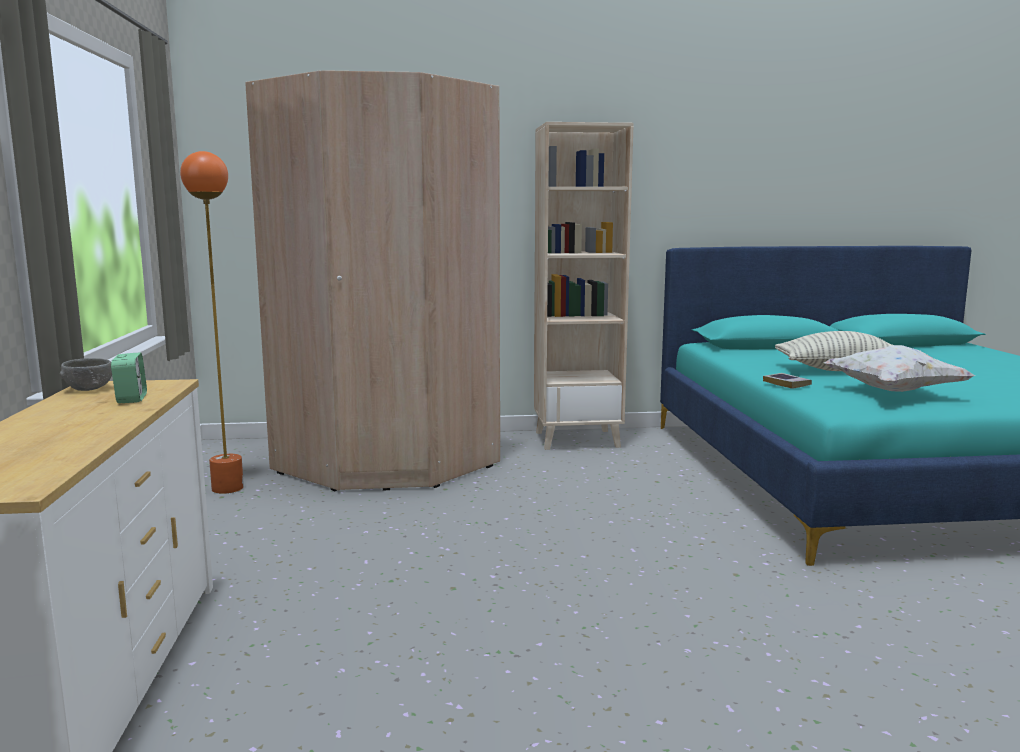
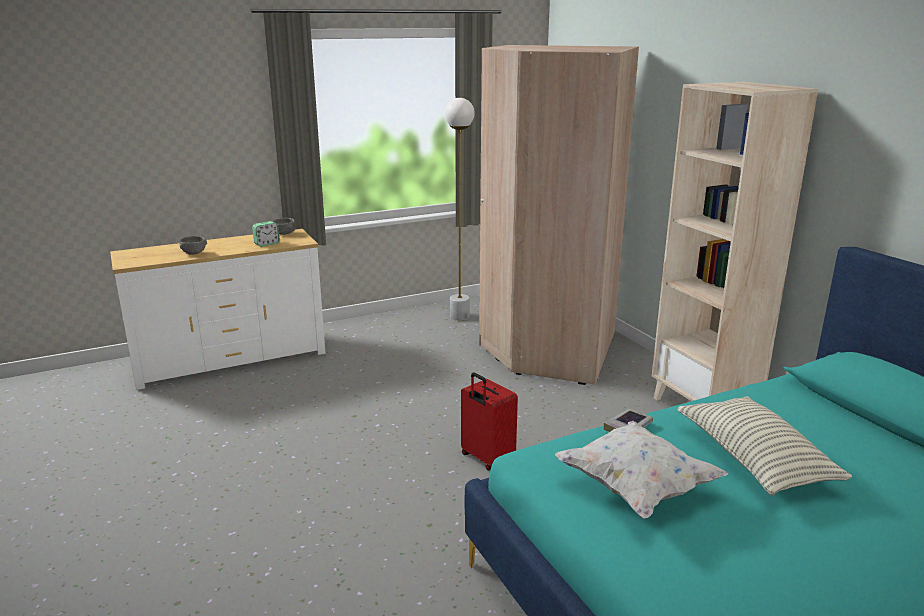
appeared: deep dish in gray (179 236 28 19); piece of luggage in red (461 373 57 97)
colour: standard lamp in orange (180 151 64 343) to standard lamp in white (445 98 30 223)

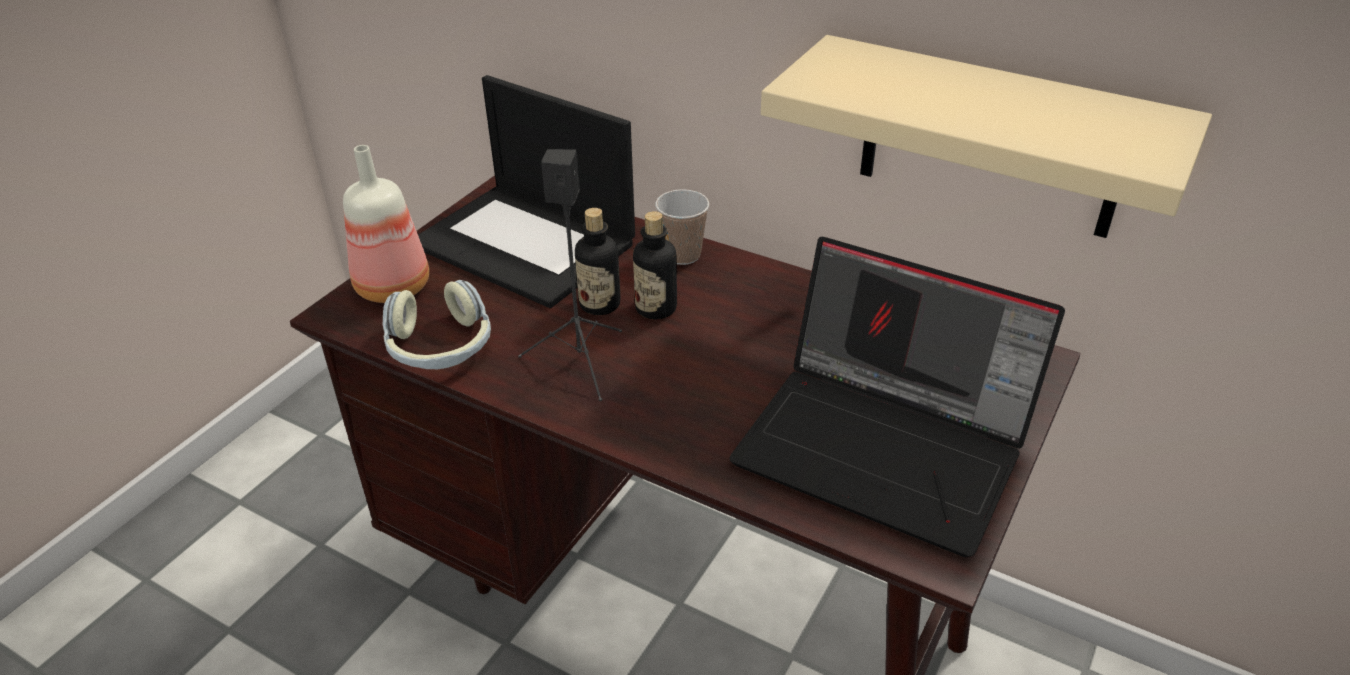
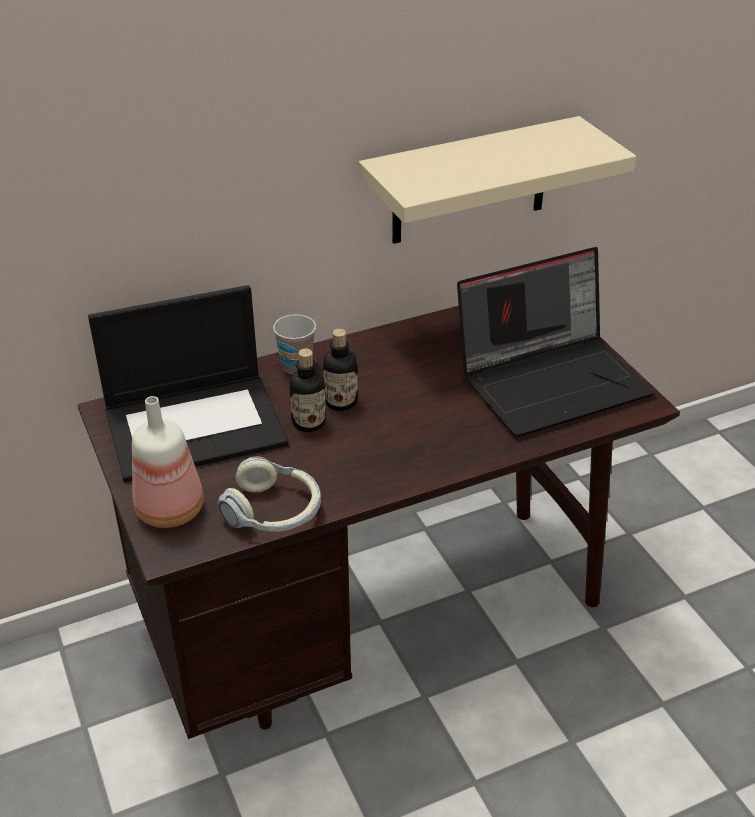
missing: speaker in black (518 149 104 252)

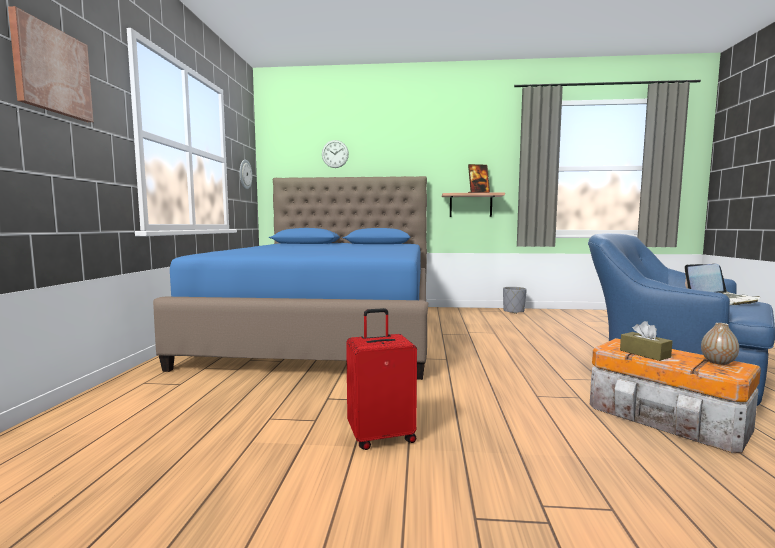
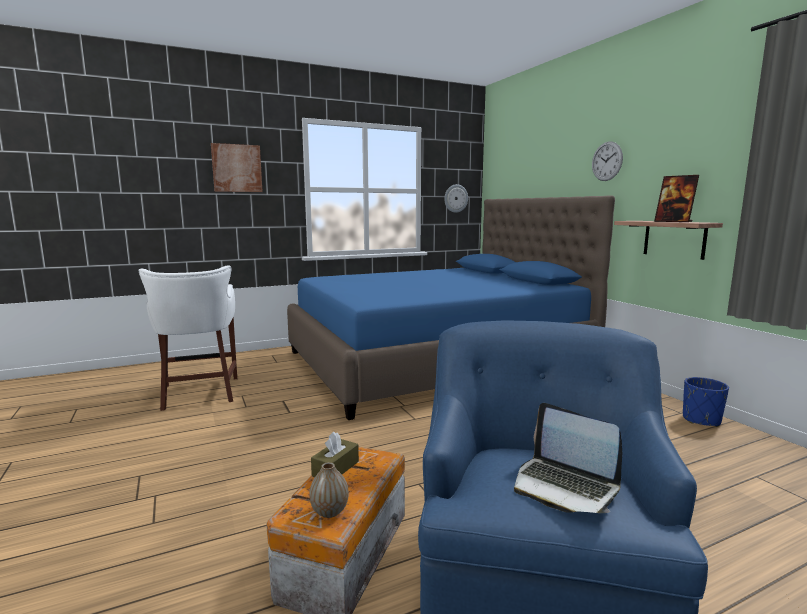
missing: piece of luggage in red (346 308 71 142)
appeared: stool seat in white (138 265 99 146)
relocated: wall clock (322 140 27 28) to (592 142 31 39)
colour: flower pot in gray (503 287 24 27) to flower pot in blue-coloured (683 377 46 50)

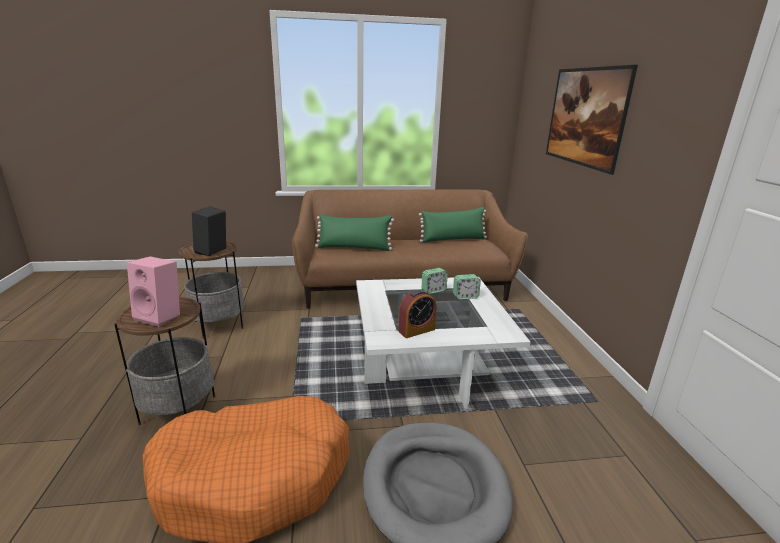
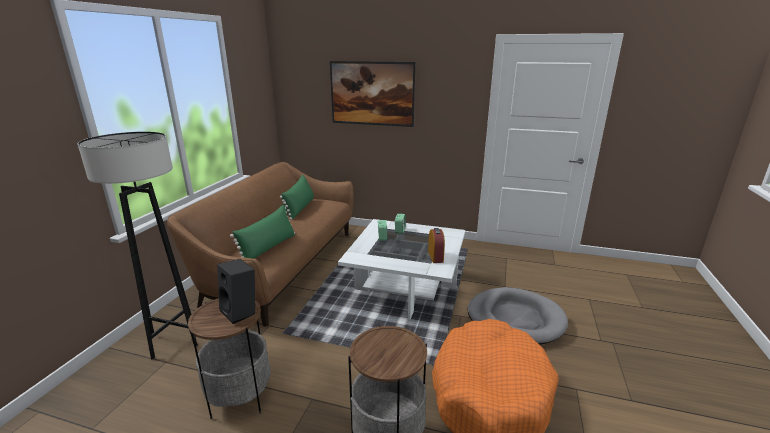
missing: speaker in pink (127 256 53 71)
appeared: standard lamp in gray (78 132 120 228)

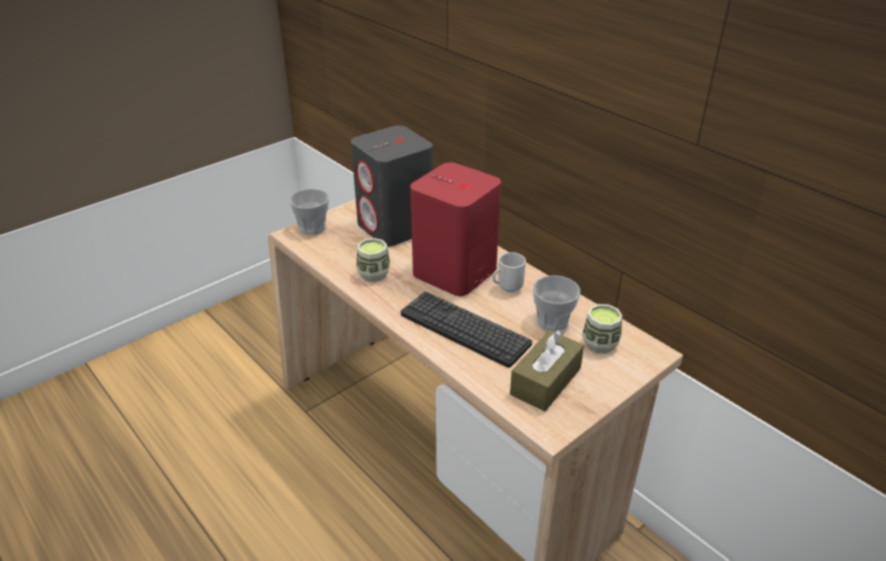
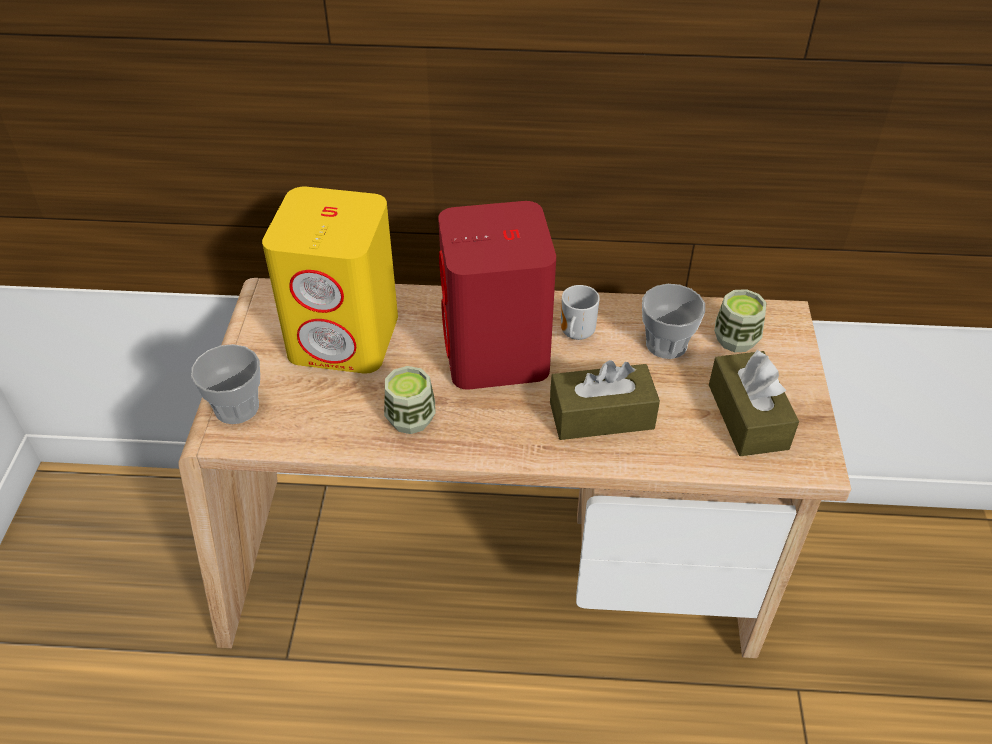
exchanged: computer keyboard (401 291 131 77) to tissue holder in brownish (550 360 110 80)
colour: speaker in gray (351 125 82 122) to speaker in yellowish (262 187 136 187)

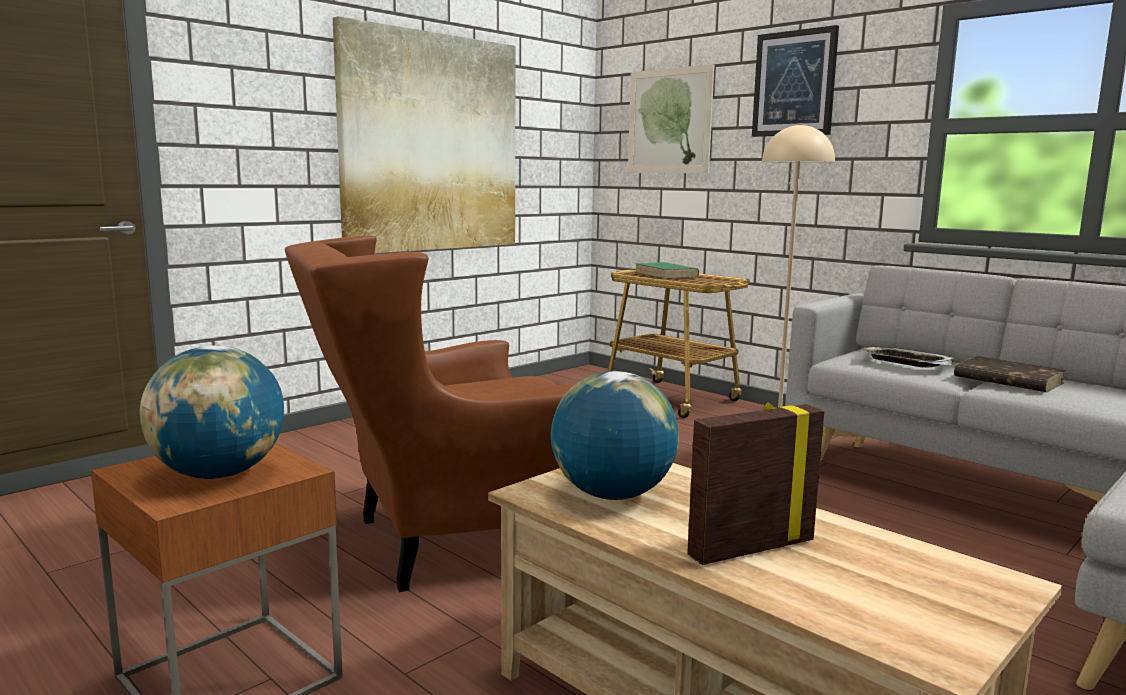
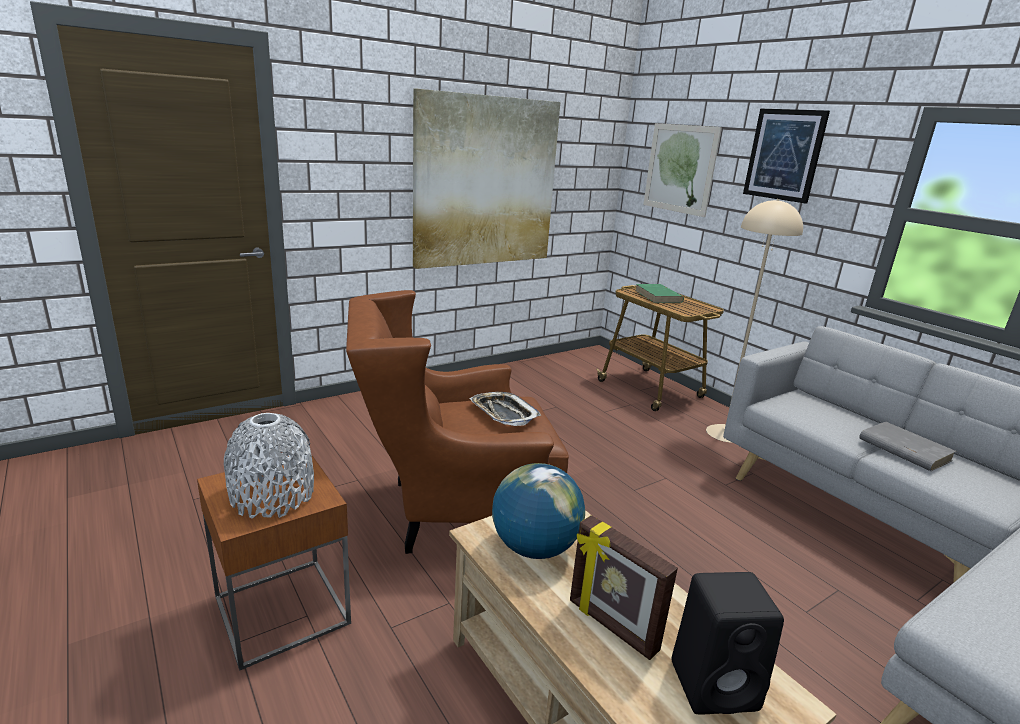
appeared: speaker in black (672 572 112 143)
relocated: serving tray (861 347 92 20) to (469 392 72 34)
exchanged: globe (139 345 145 134) to flower vase in gray (224 413 90 106)
colour: book in brownish (954 356 112 36) to book in gray (859 422 98 49)
spun: photo frame (687 402 137 163) = (570 515 108 145) 120 degrees counterclockwise

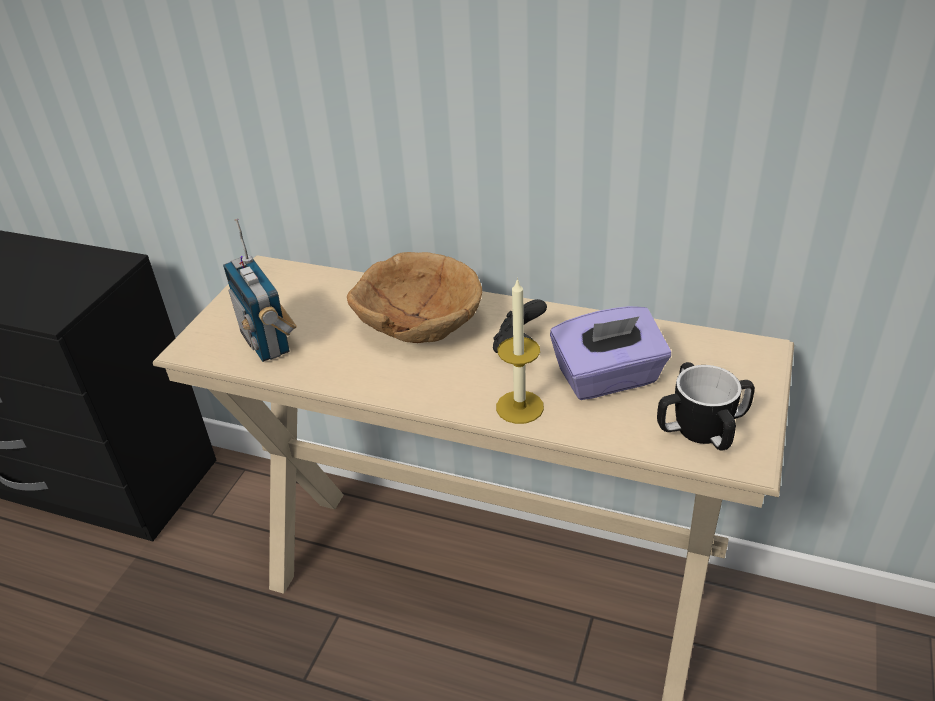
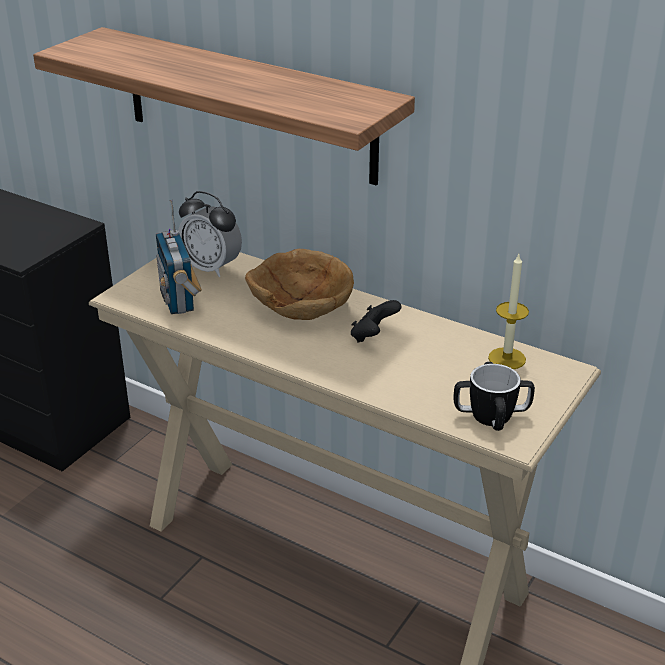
missing: tissue holder in purplish (550 306 121 94)
appeared: wall shelf (33 27 382 158); alarm clock (178 191 64 86)
relocated: candle (496 278 48 146) to (488 254 41 115)

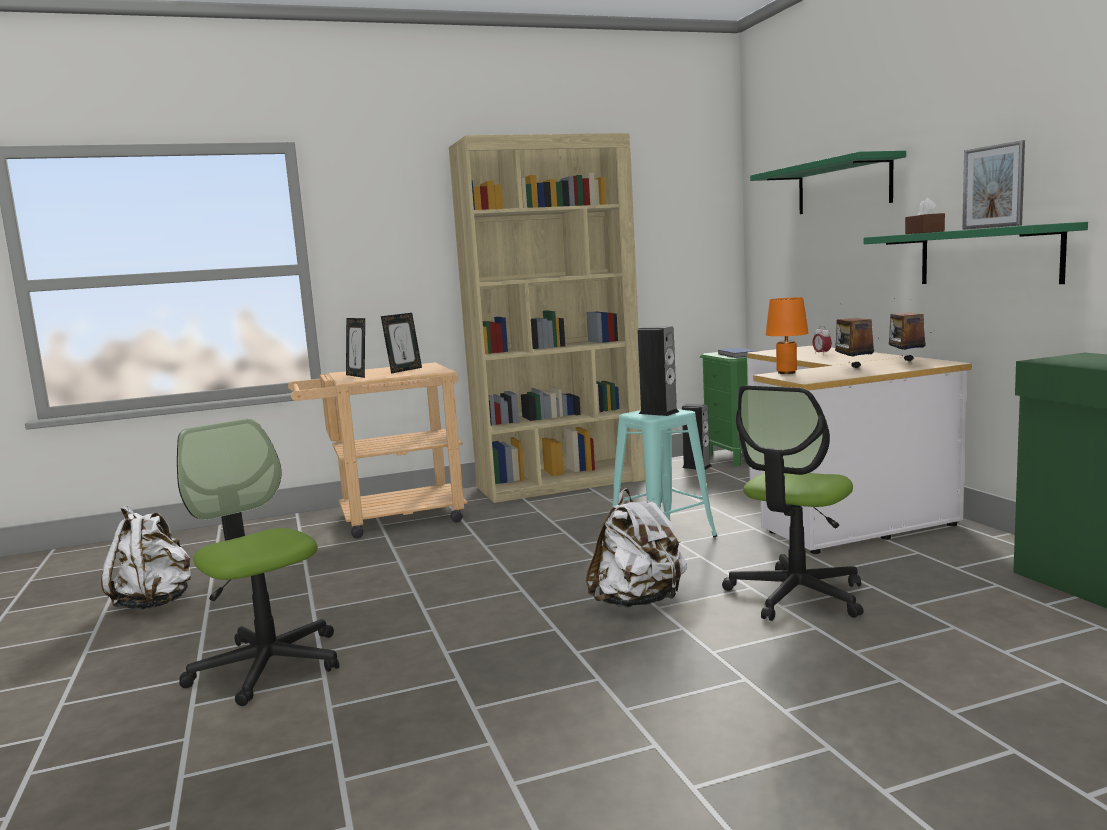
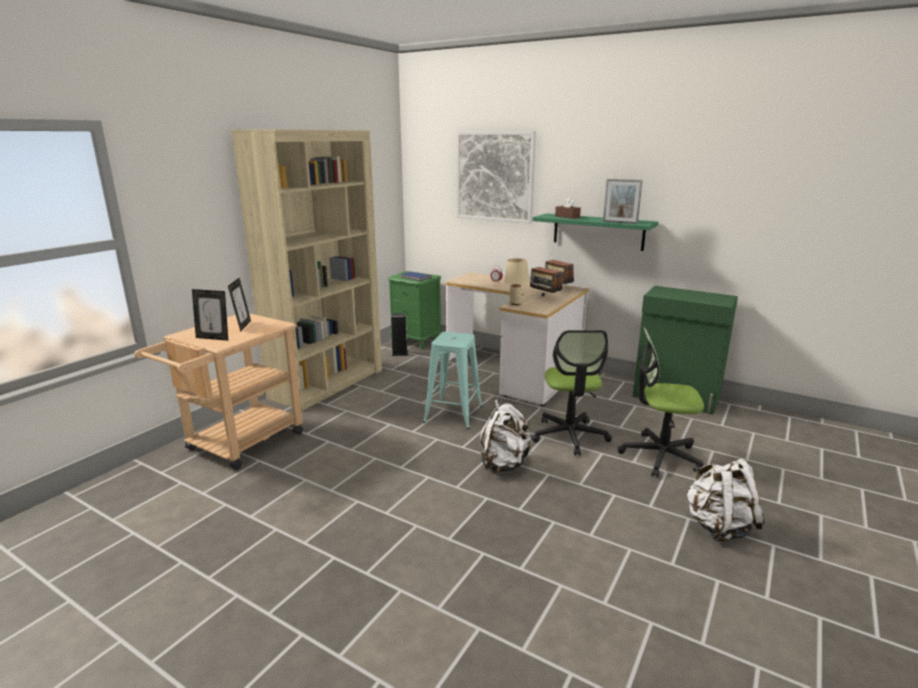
missing: speaker (638 326 41 90)
relocated: computer chair (177 419 162 287) to (618 327 86 151); knapsack in white (101 506 90 104) to (685 459 80 83)
exchanged: wall shelf in greenish (750 151 156 63) to wall picture (456 131 80 93)
colour: tabletop lamp in orange (766 298 43 76) to tabletop lamp in sand-coloured (504 258 25 47)

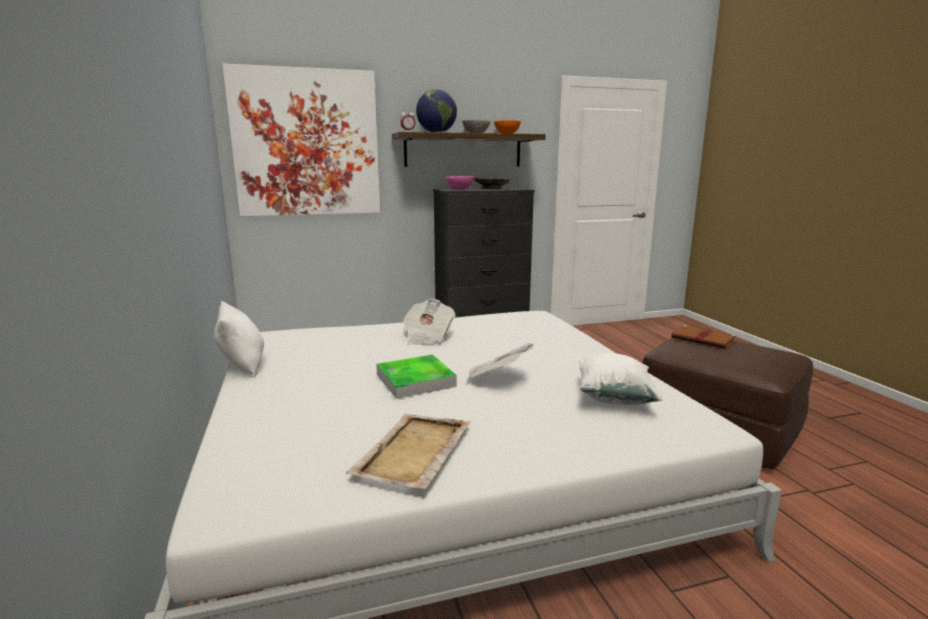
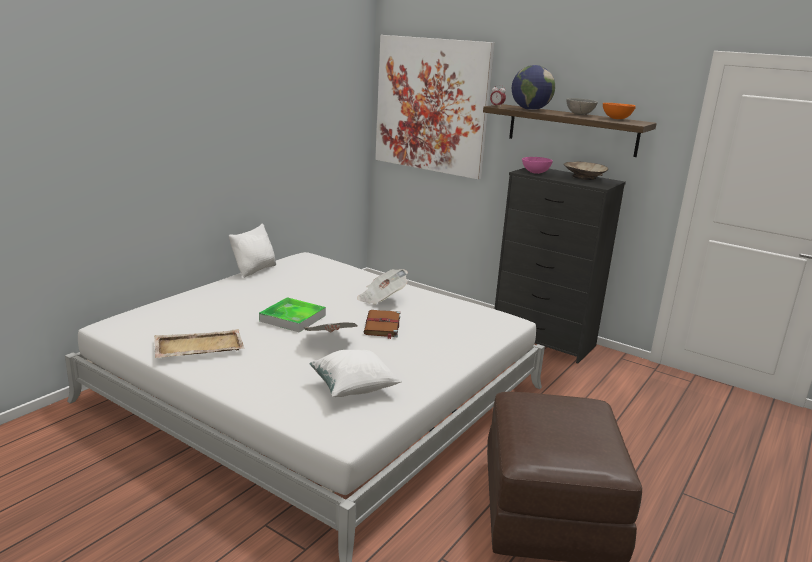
relocated: book in brownish (672 325 66 24) to (364 310 36 29)

